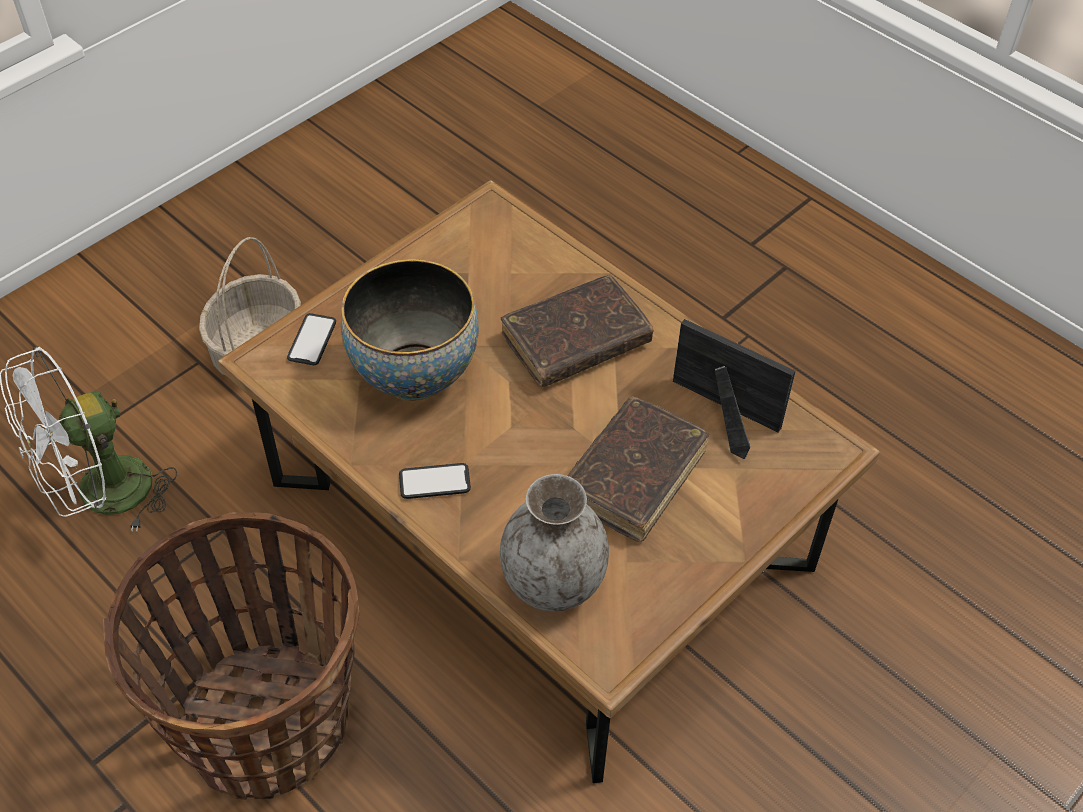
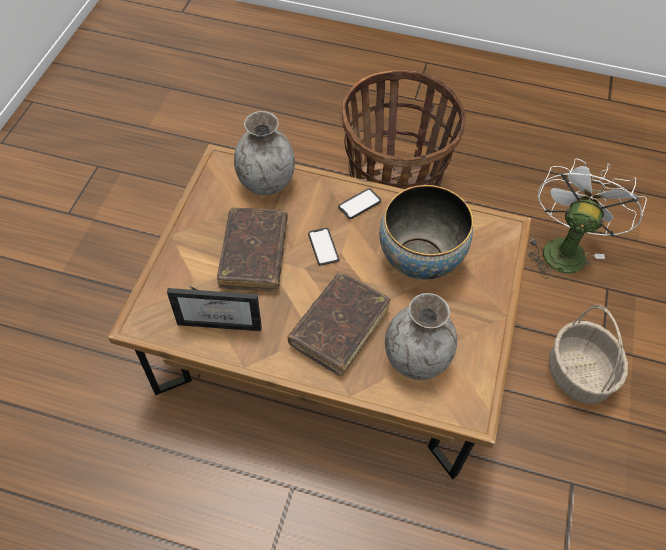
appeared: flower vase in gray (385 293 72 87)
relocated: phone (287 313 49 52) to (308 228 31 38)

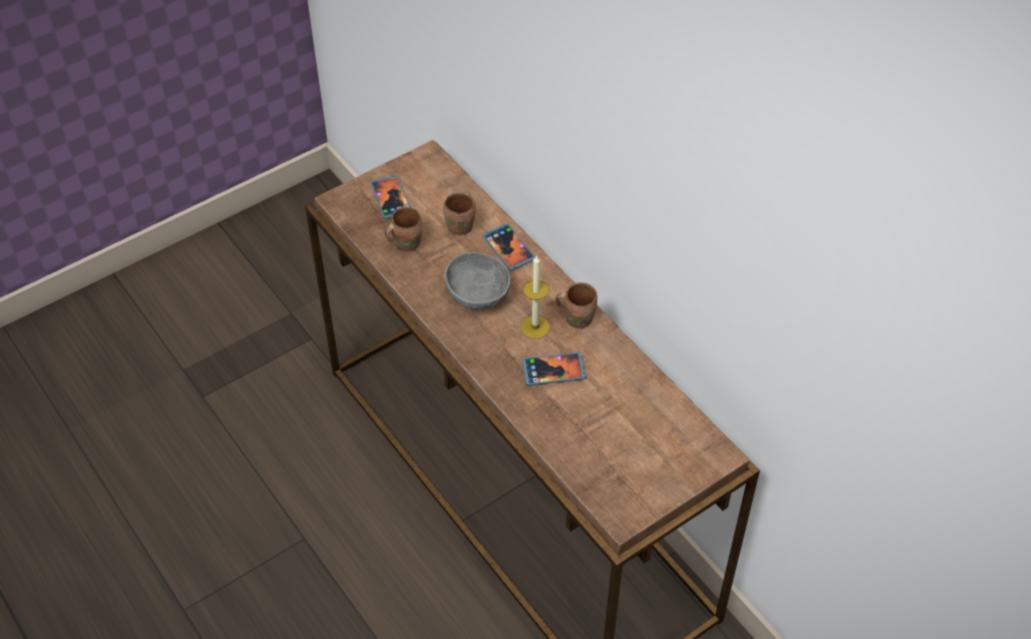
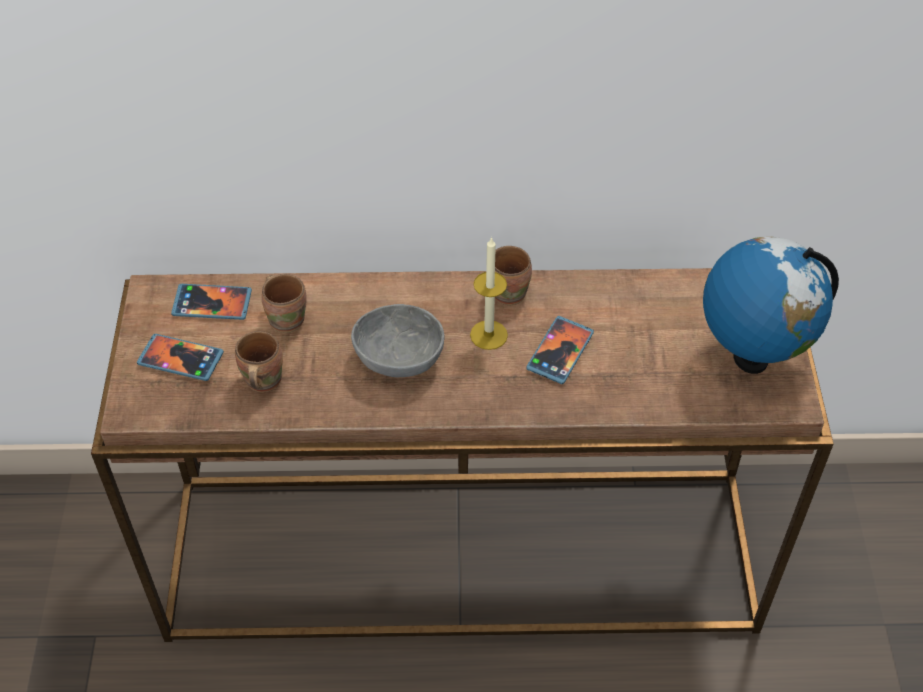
appeared: globe (703 237 136 137)
relocated: phone (483 223 52 48) to (171 284 81 36)

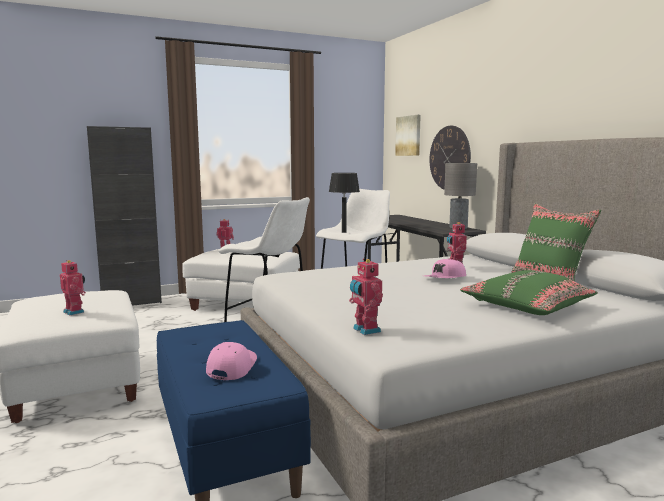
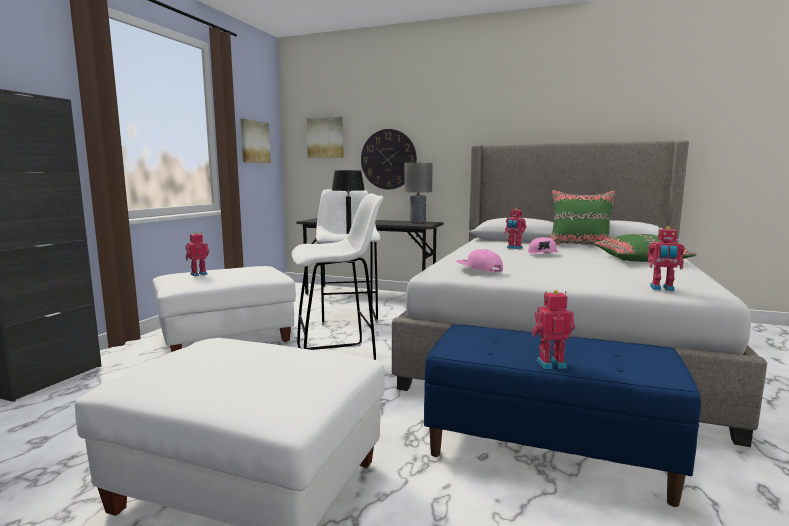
appeared: wall picture (240 119 31 44)
relocated: toy robot (60 260 26 56) to (532 290 43 79); peaked cap in pink (206 342 51 38) to (456 249 47 23)

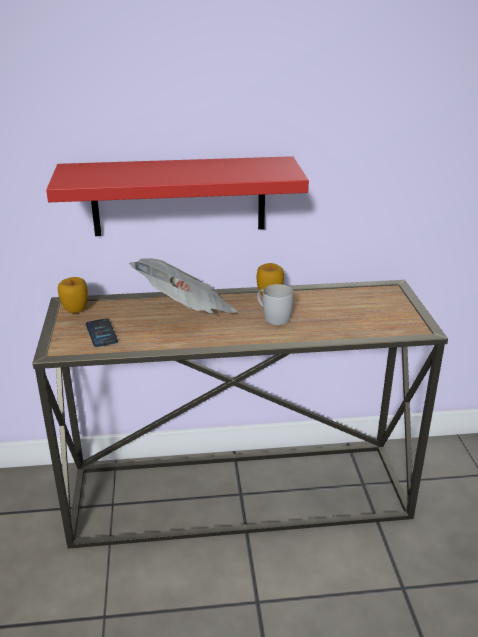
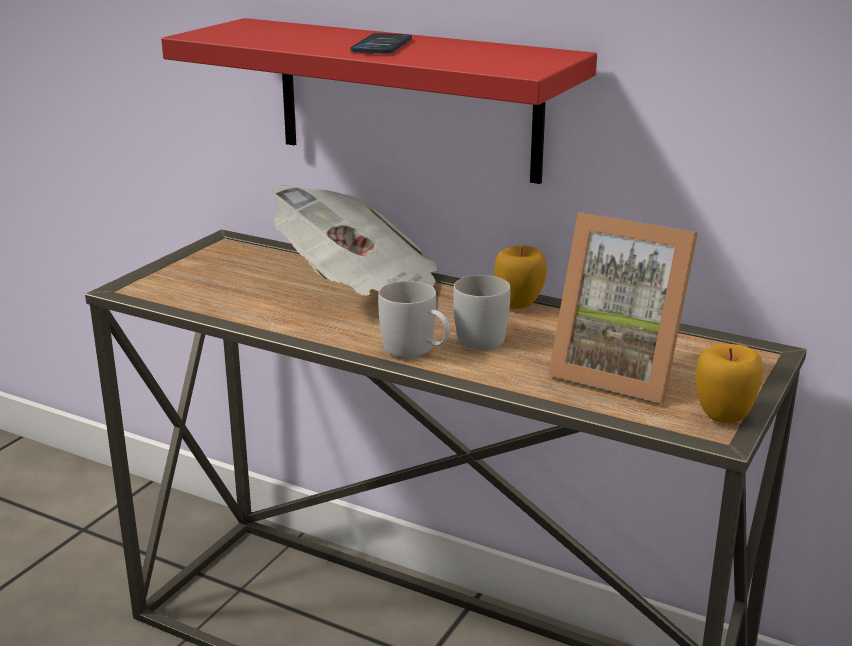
appeared: photo frame (548 212 150 191); tea mug in white (378 281 72 76)
relocated: apple fruit (58 277 30 36) to (696 344 67 79); phone (86 318 32 29) to (351 33 61 21)

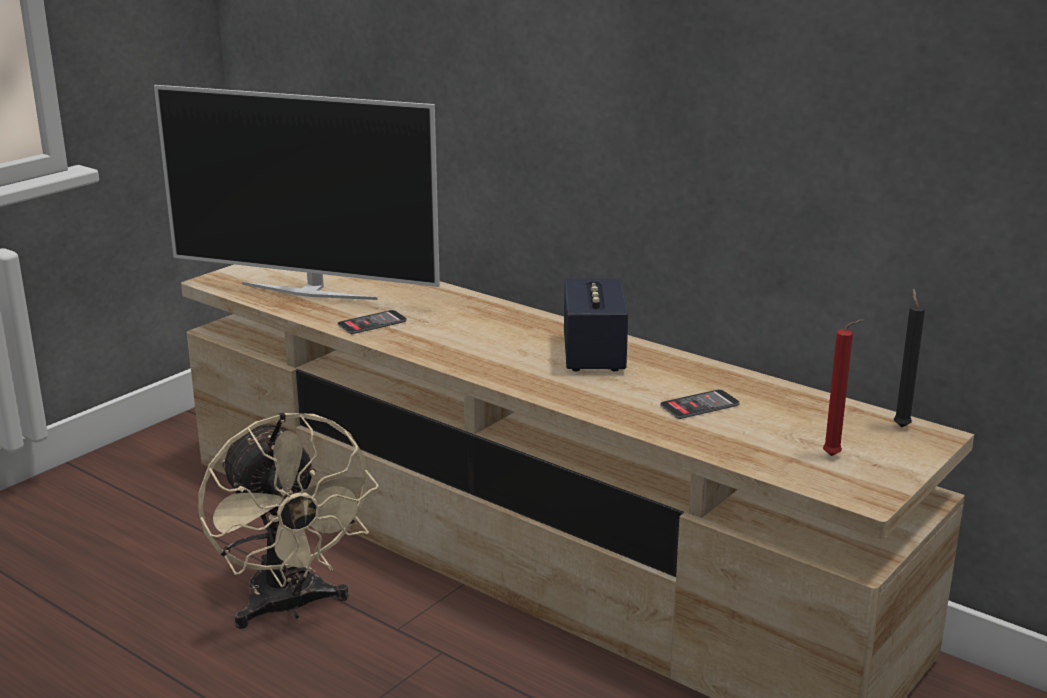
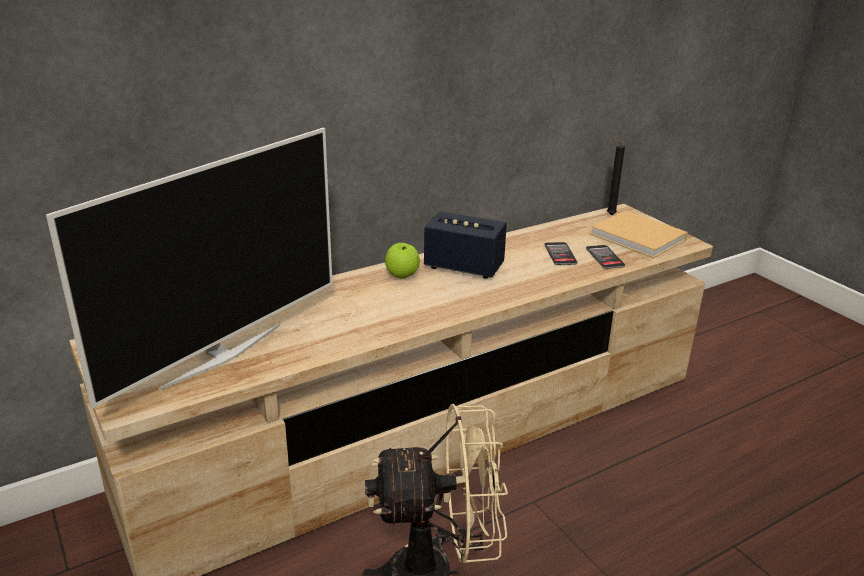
appeared: apple fruit (385 243 35 36)
relocated: phone (338 310 69 24) to (586 245 39 24)
exchanged: candle in red (823 319 40 137) to book in sand-coloured (590 211 98 47)

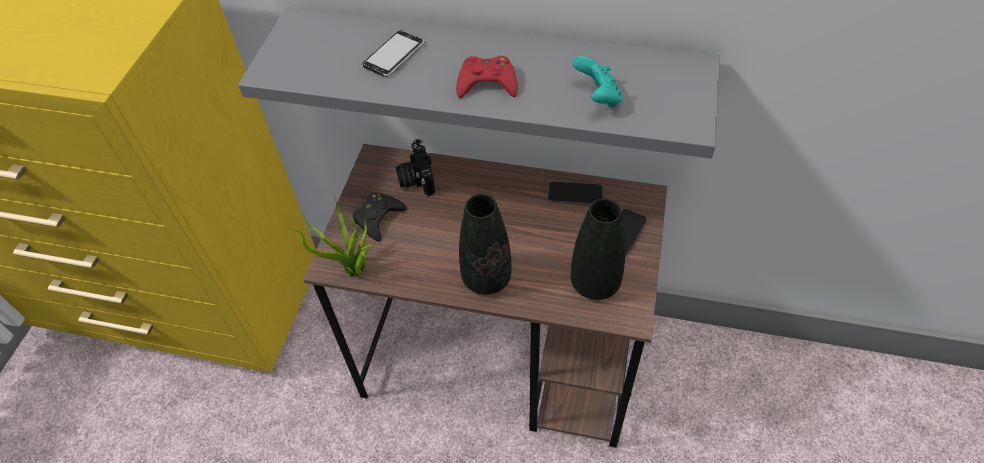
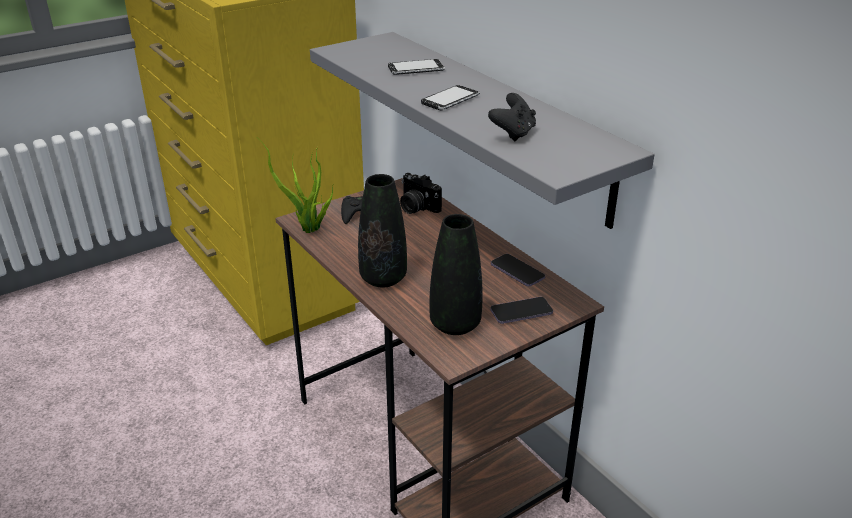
exchanged: game controller in red (456 56 62 42) to phone (421 85 59 26)
colour: game controller in turquoise-coloured (572 56 51 52) to game controller in black (488 93 48 49)
spun: photo camera (396 139 39 57) = (400 173 42 41) 75 degrees counterclockwise

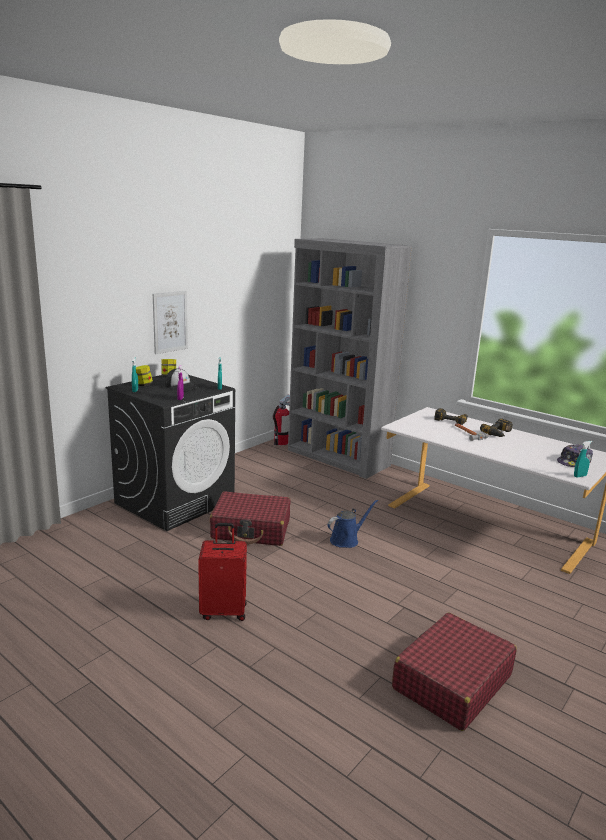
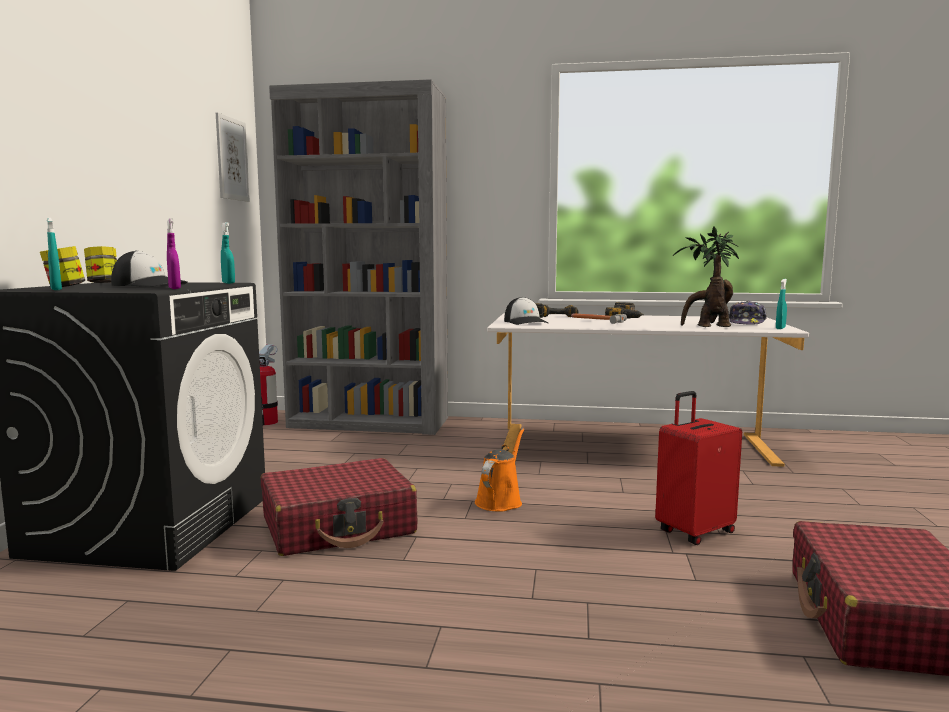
appeared: potted plant (673 226 66 101); peaked cap (504 297 44 28)
relocated: wall picture (153 291 35 63) to (216 112 34 90); piece of luggage in red (198 523 49 98) to (655 391 87 154)
colour: watering pot in blue-coloured (327 500 51 48) to watering pot in orange (475 428 49 83)

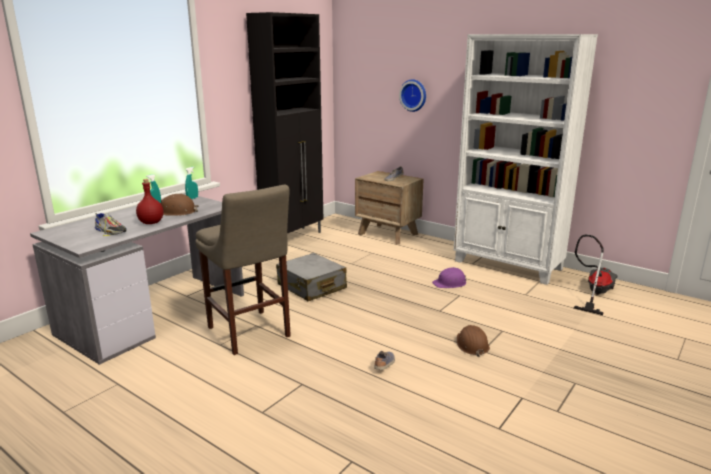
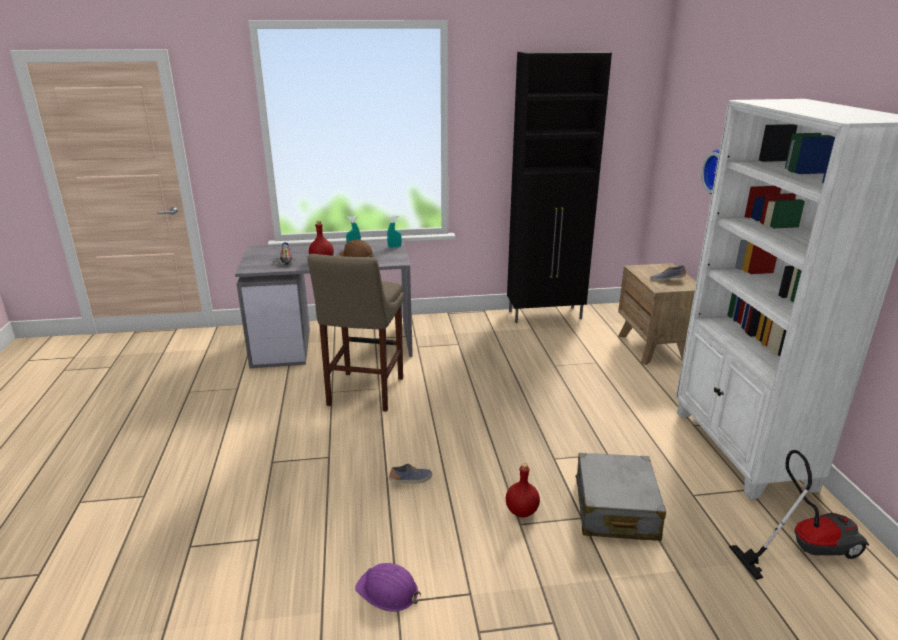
relocated: piece of luggage in gray (276 253 71 48) to (575 453 91 88); hard hat in purplish (432 267 34 21) to (355 563 66 49)
exchanged: hard hat in brownish (457 325 33 32) to beverage bottle in red (506 463 34 54)

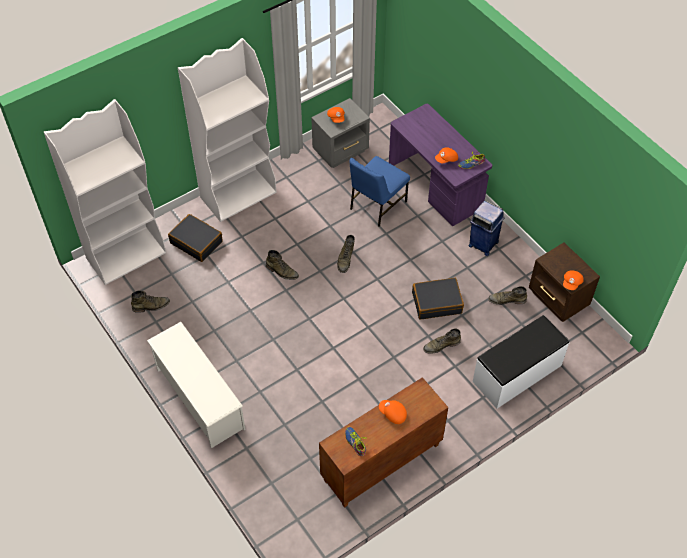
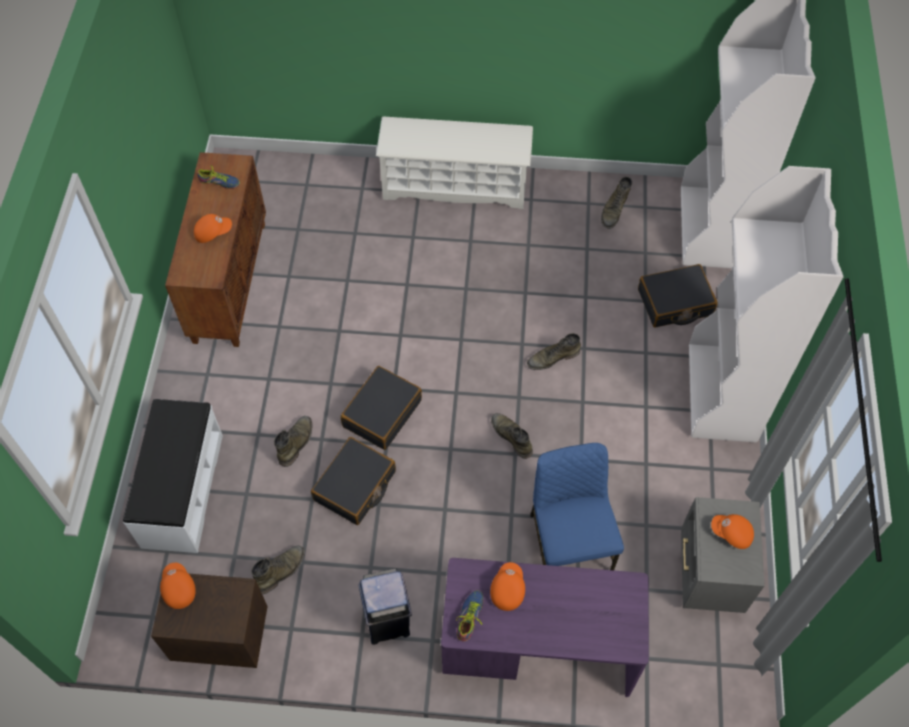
appeared: piece of luggage in black (341 366 81 84)

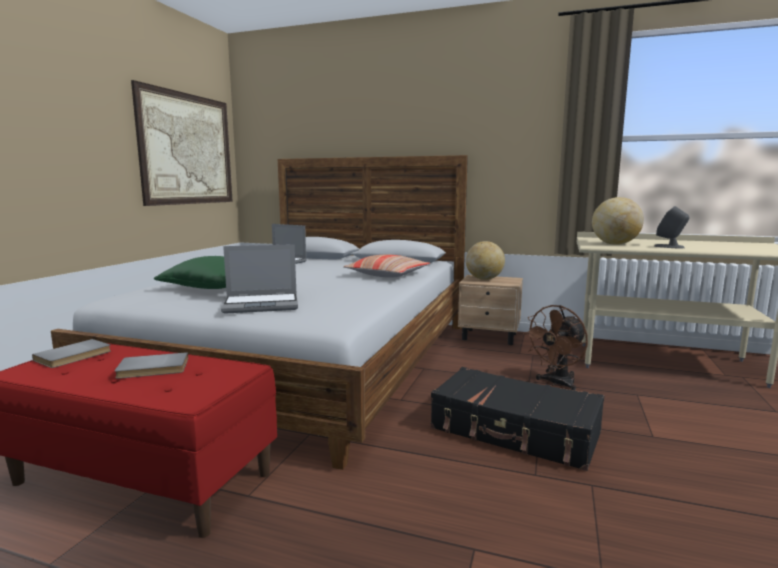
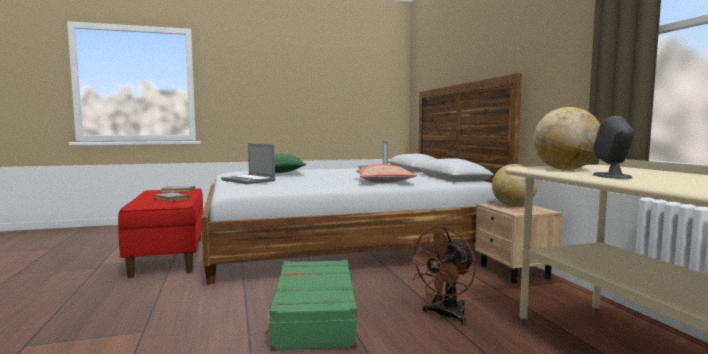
missing: wall picture (131 80 102 126)
colour: piece of luggage in black (430 367 174 104) to piece of luggage in greenish (264 260 94 91)
spun: fan in brownish (523 305 65 86) = (406 227 70 98) 60 degrees counterclockwise

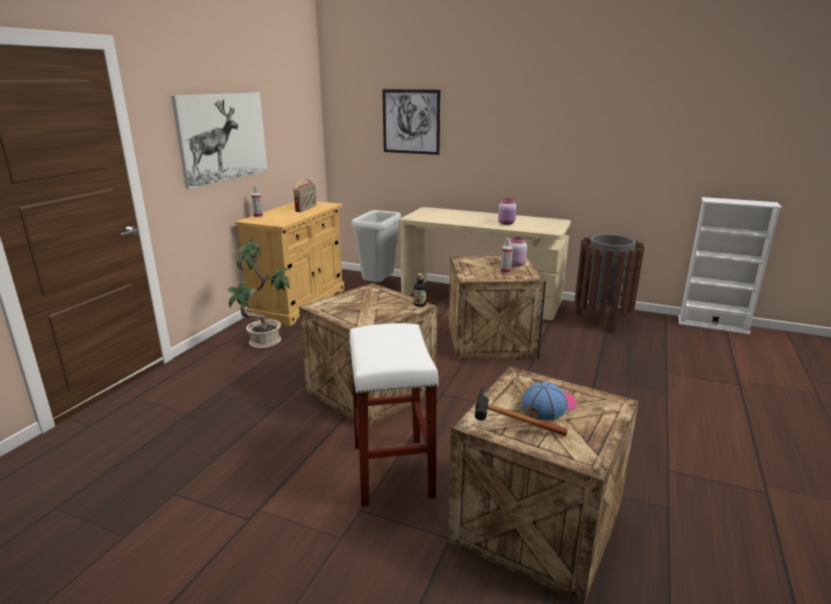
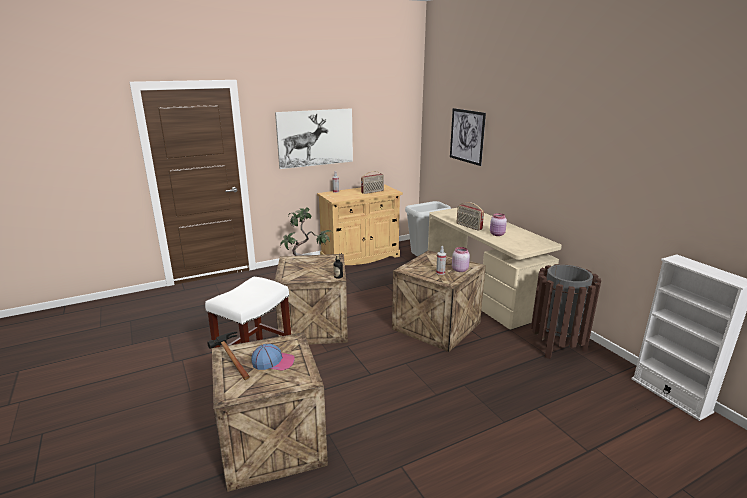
appeared: radio receiver (456 202 28 29)

